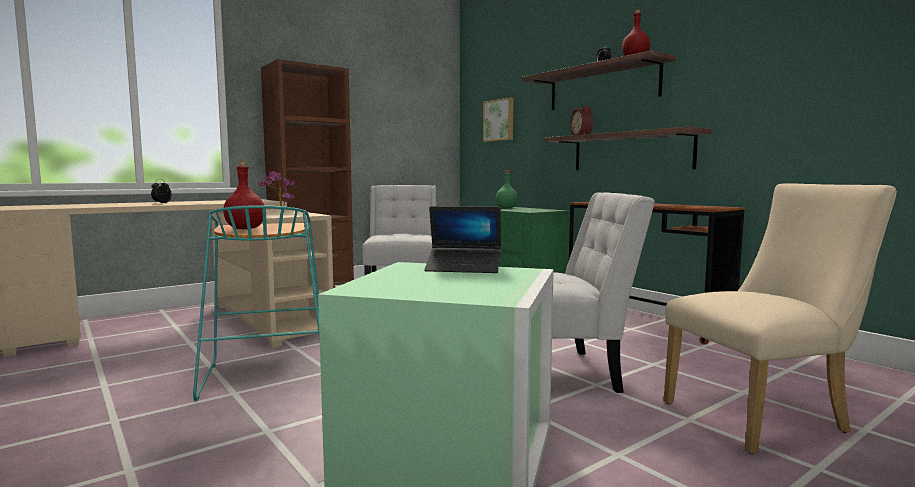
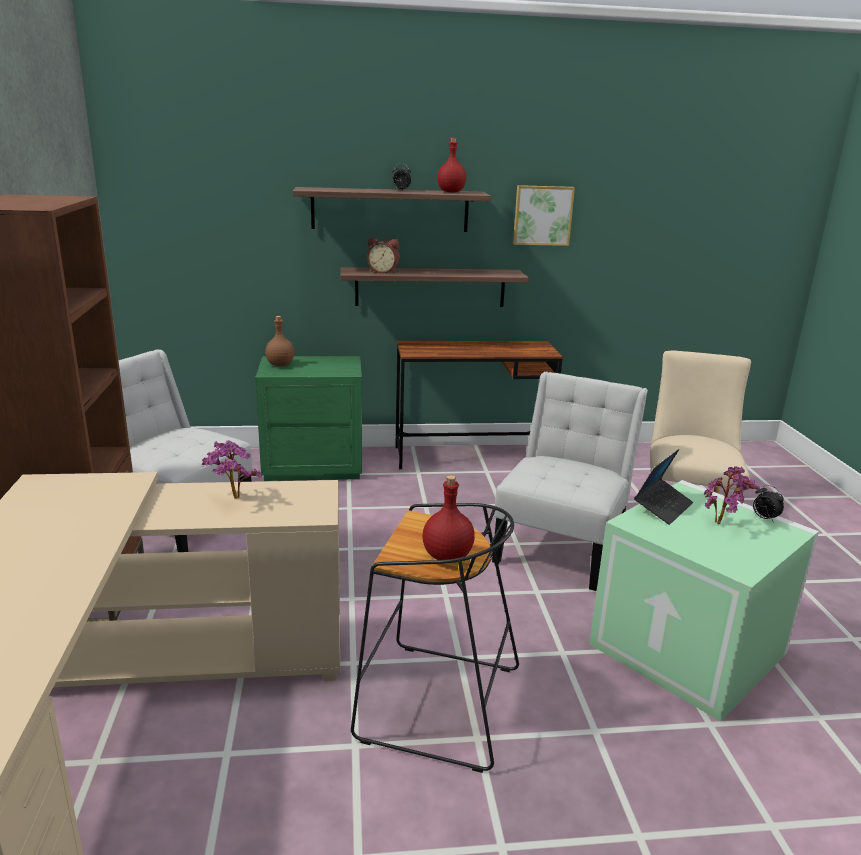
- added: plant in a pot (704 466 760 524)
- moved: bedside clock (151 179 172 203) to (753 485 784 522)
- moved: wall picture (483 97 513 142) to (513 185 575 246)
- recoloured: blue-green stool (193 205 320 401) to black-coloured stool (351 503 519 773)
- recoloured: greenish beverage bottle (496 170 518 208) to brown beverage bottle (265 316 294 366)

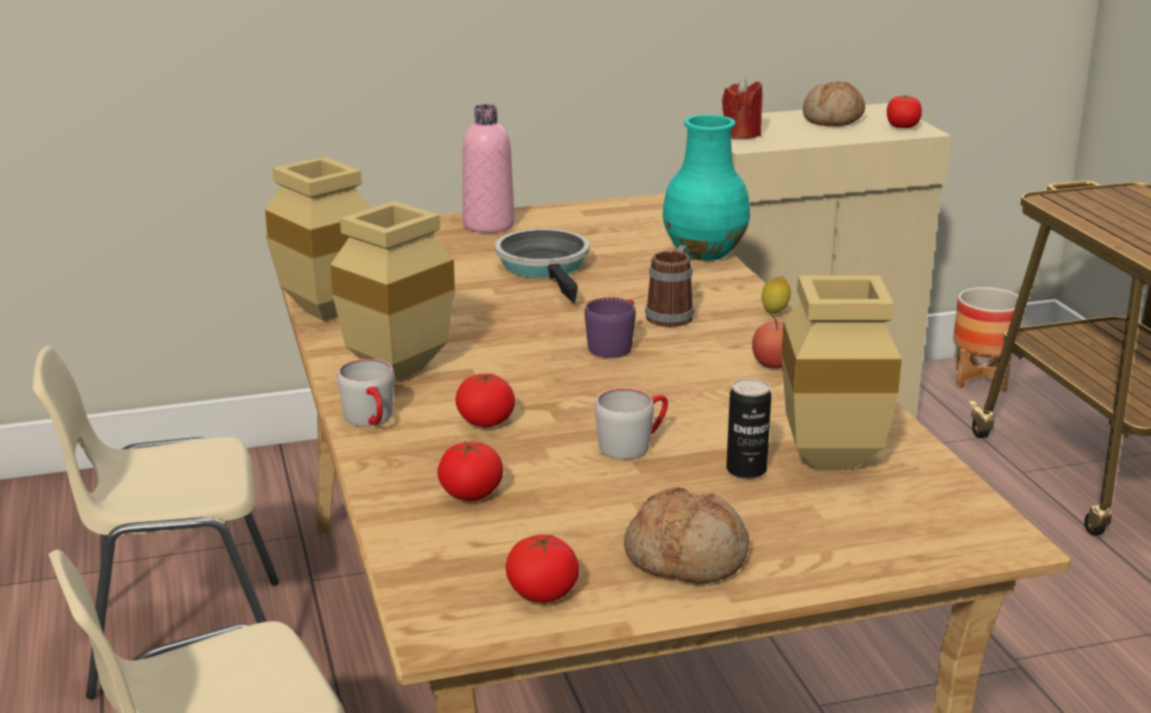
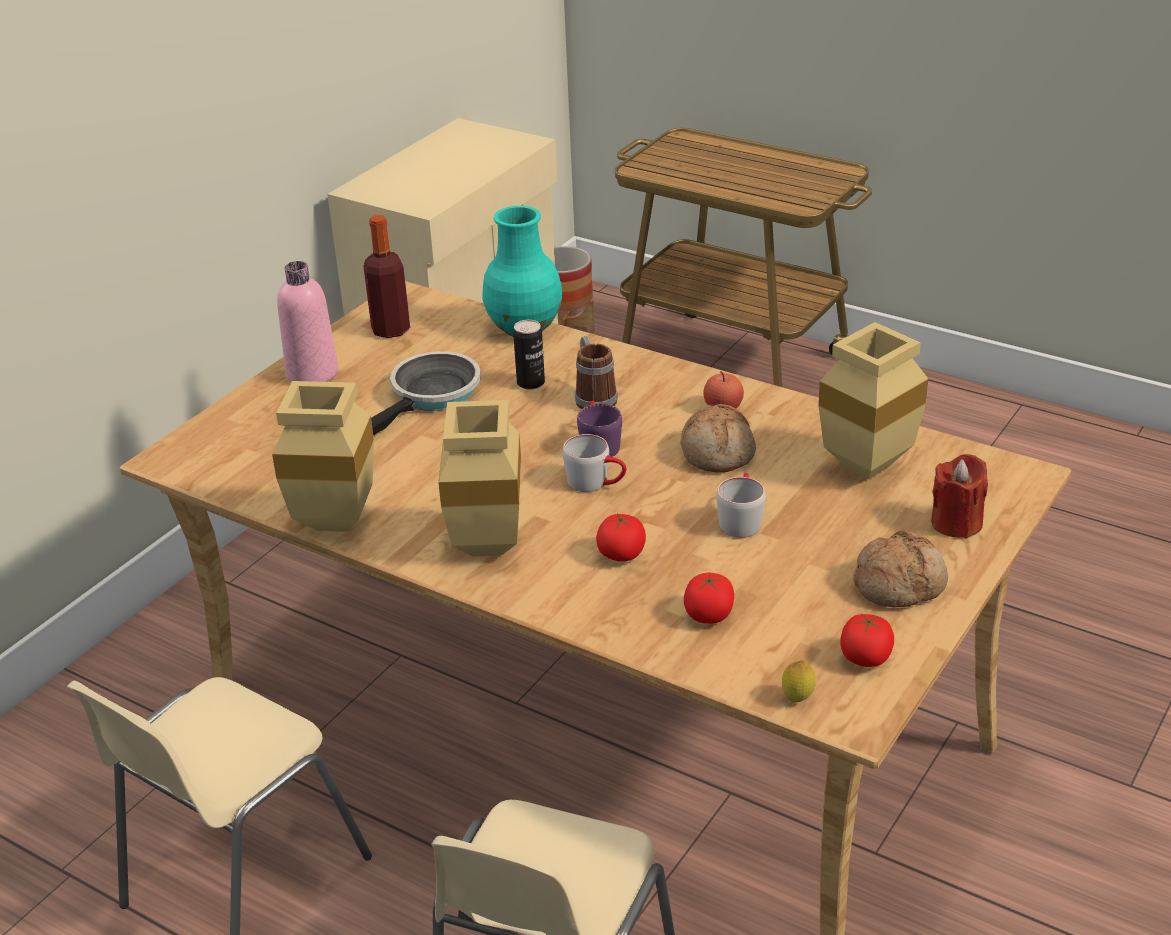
- removed: tomato (887 95 922 128)
- added: beverage bottle (363 215 410 338)
- moved: greyish tea mug (337 359 394 426) to (563 434 627 492)
- moved: red candle (722 78 763 139) to (931 454 988 539)
- moved: can (726 378 771 479) to (513 320 545 389)
- moved: citrus fruit (762 276 791 314) to (782 660 816 703)
- moved: bread (803 82 865 126) to (681 404 756 472)
- turned: pan (495 229 590 303) = (371 351 481 435) 90 degrees clockwise

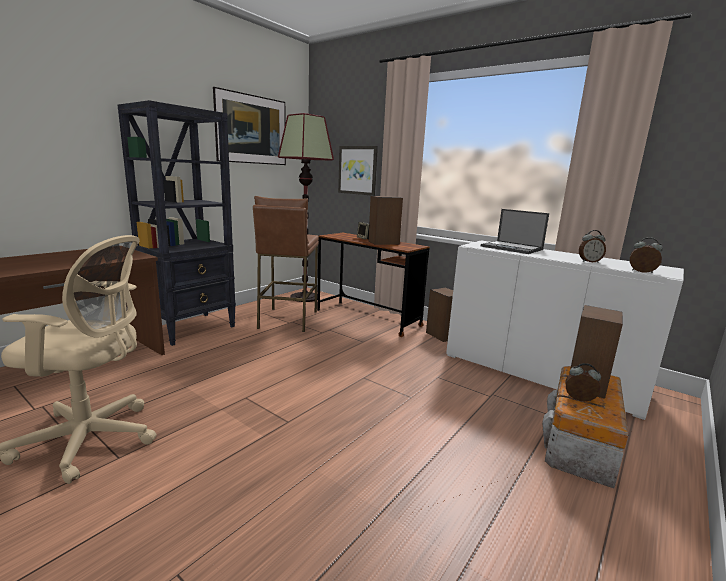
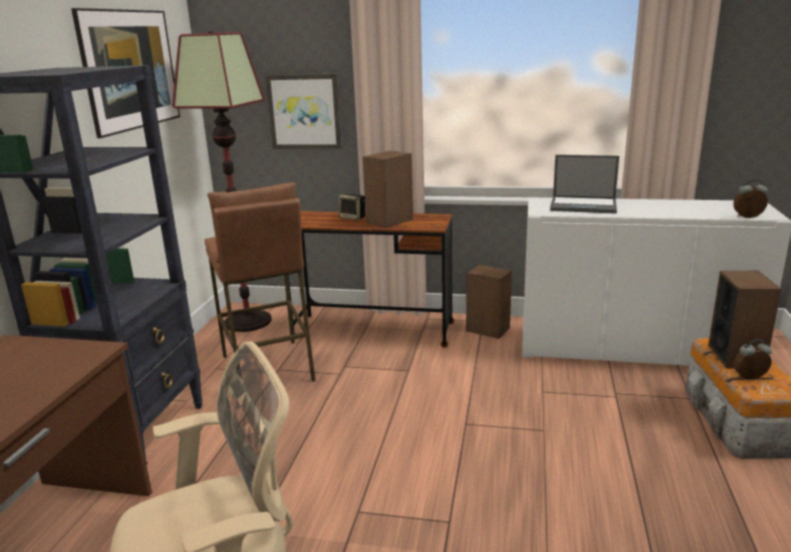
- removed: bedside clock (579 230 606 262)

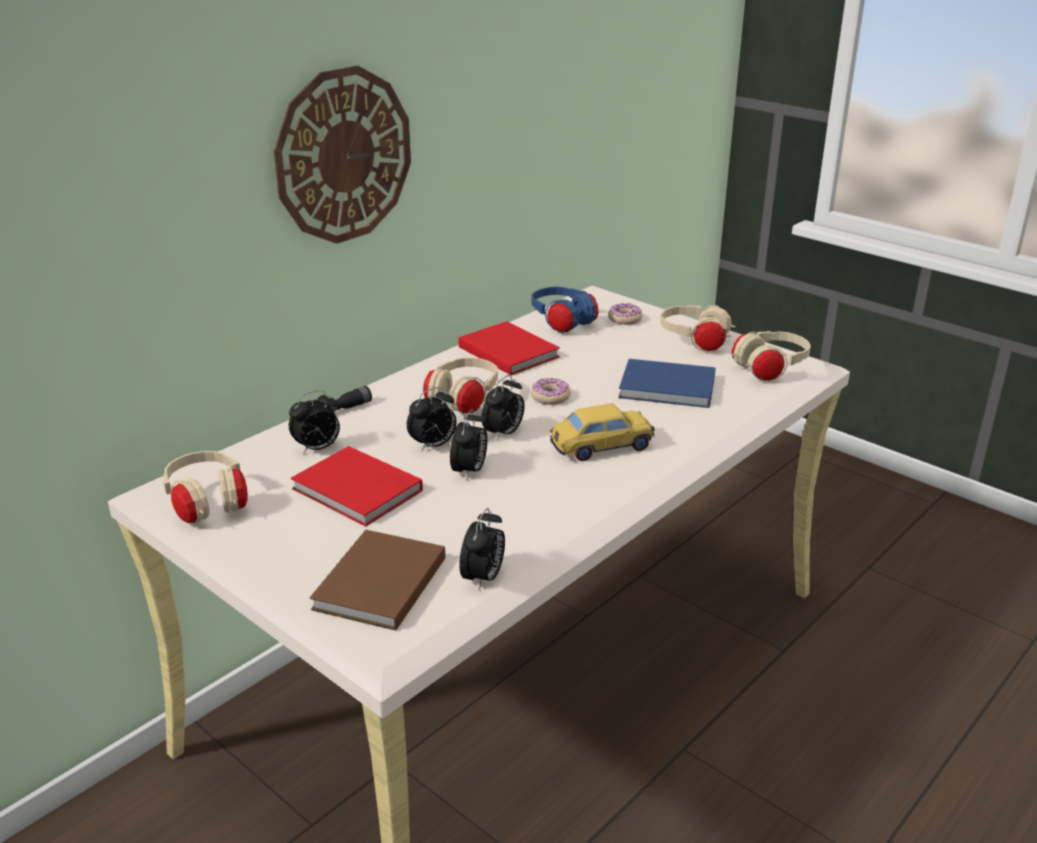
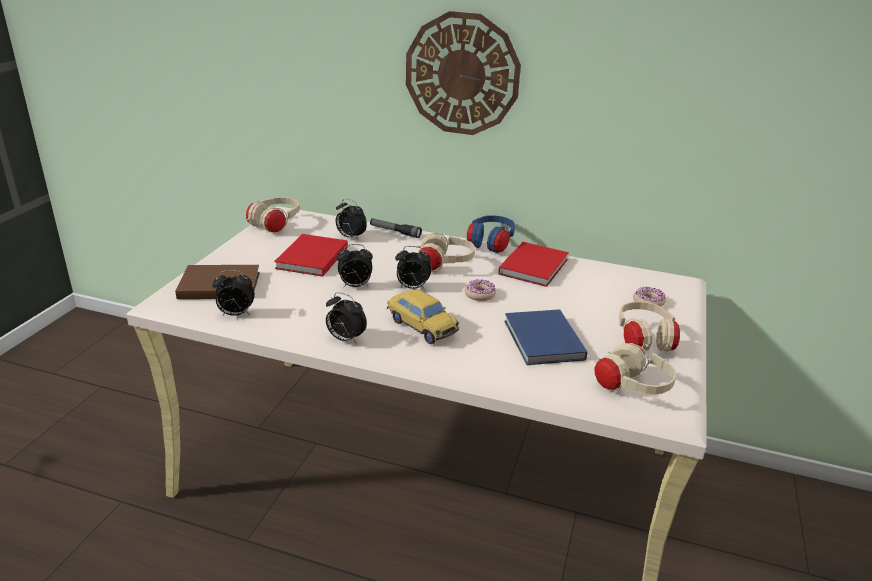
- moved: bedside clock (407 387 457 452) to (326 292 367 344)
- moved: blue headphones (531 287 598 333) to (467 215 515 253)

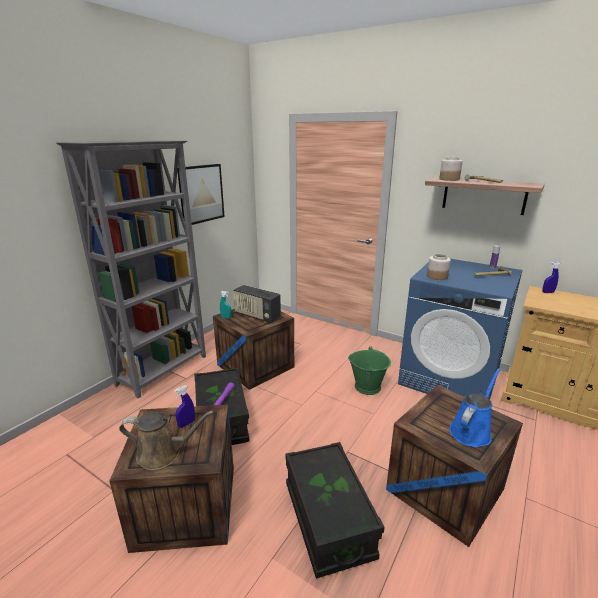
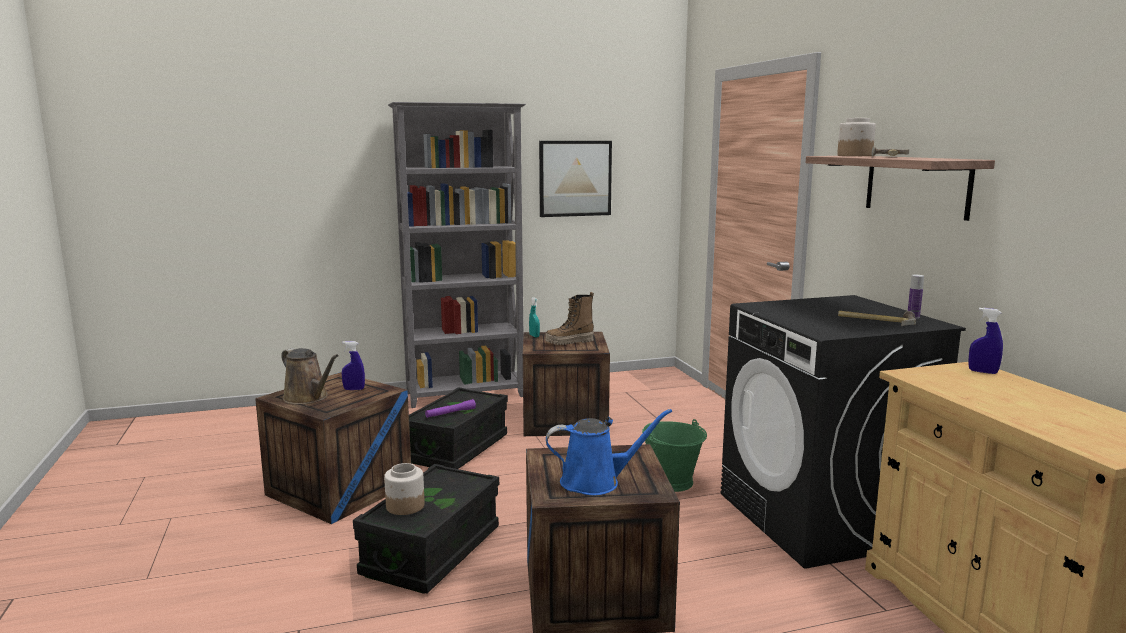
- moved: storage jar (427 254 451 280) to (384 463 425 515)
- replaced: radio (234 285 281 323) to high-top boot (545 292 594 345)
- recoloured: blue laundry machine (398 259 522 399) to black-coloured laundry machine (721 295 966 569)

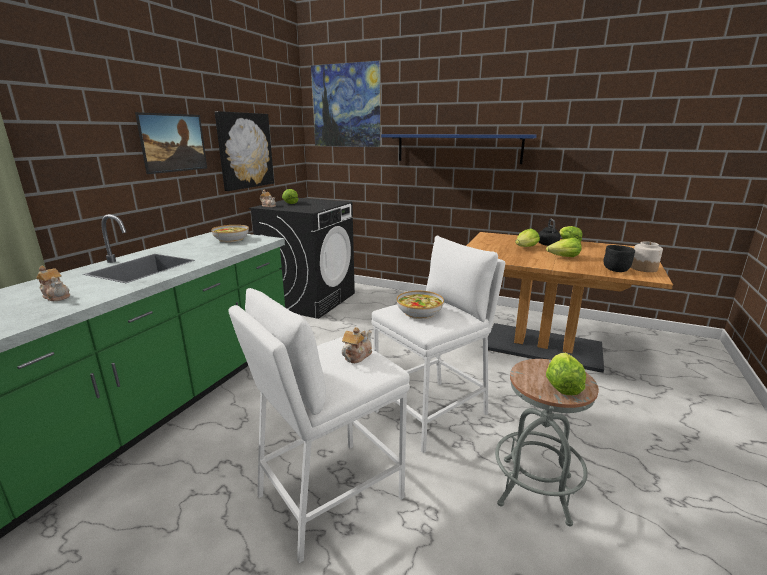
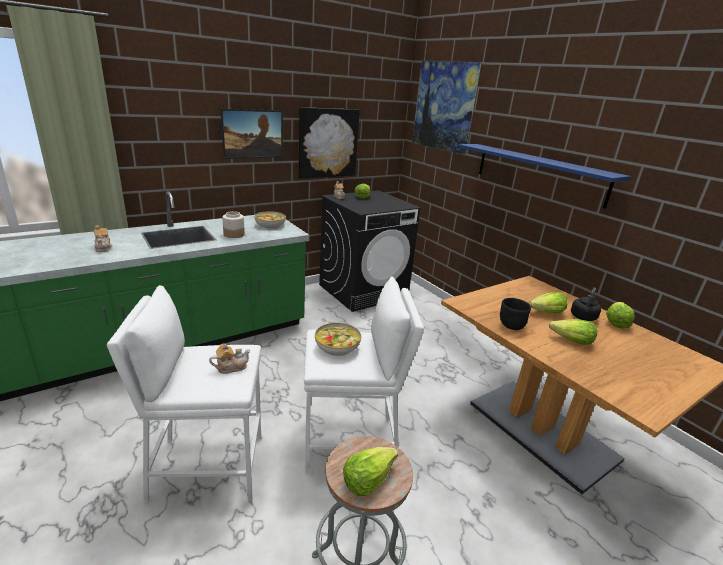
- moved: black-coloured serving bowl (603 245 635 272) to (500 298 531 330)
- moved: storage jar (631 242 663 272) to (222 211 245 238)

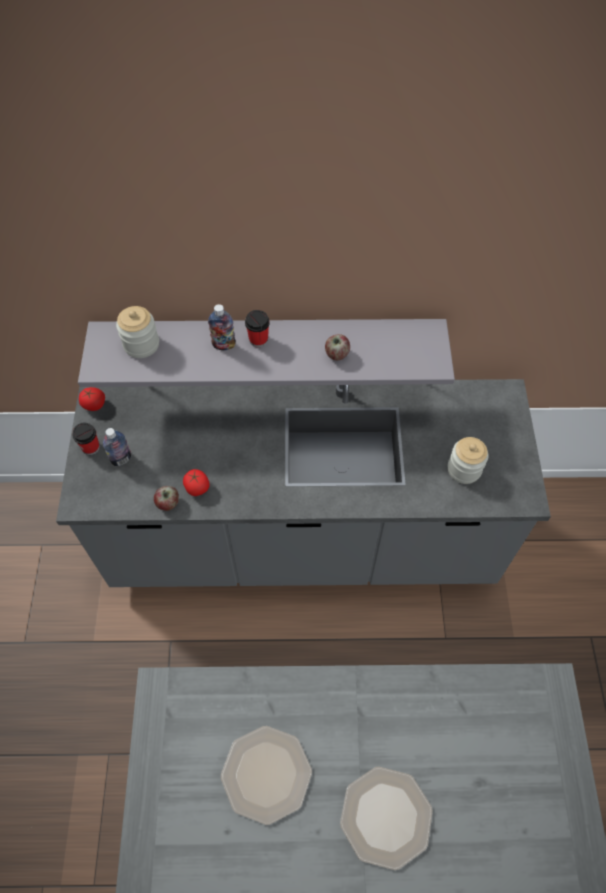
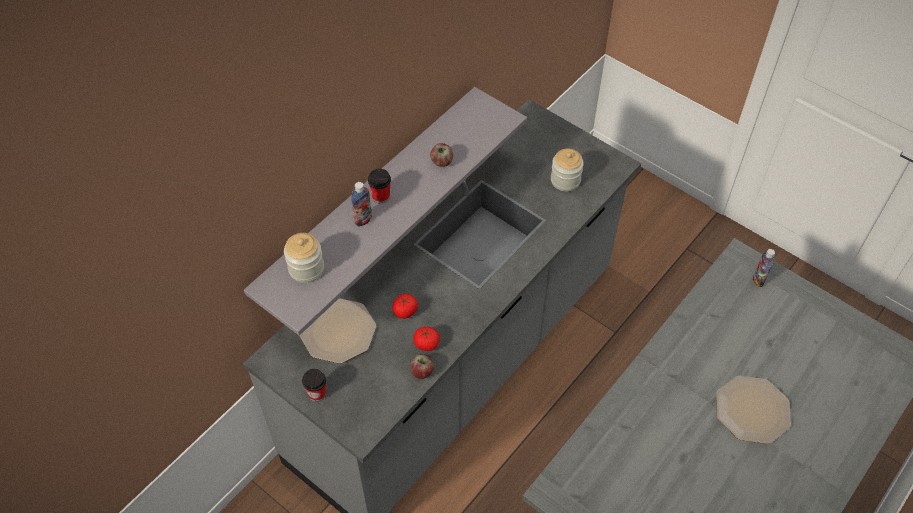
- moved: tomato (79 387 105 411) to (392 294 418 319)
- moved: beverage bottle (103 428 131 466) to (753 249 775 287)
- moved: plate (221 726 312 825) to (299 298 376 363)

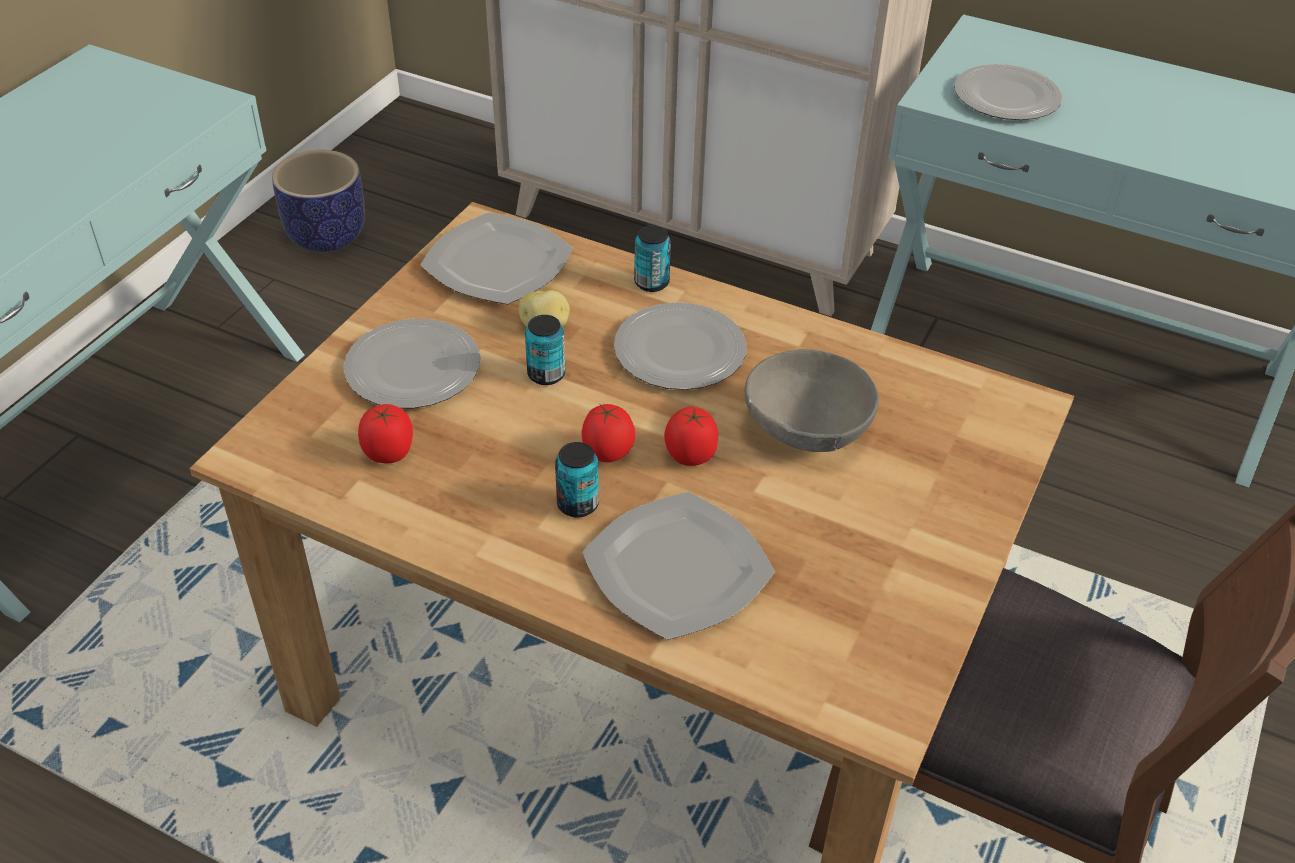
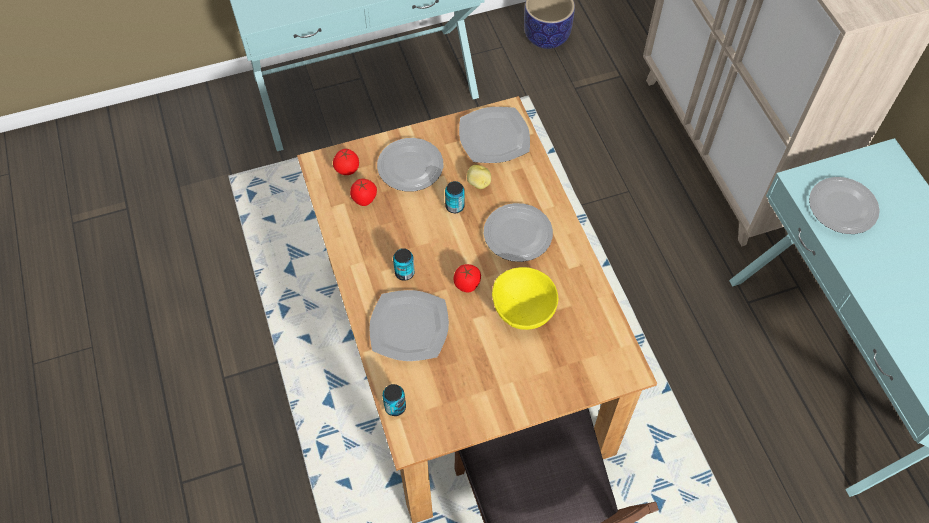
- moved: tomato (582 404 635 462) to (333 149 359 175)
- moved: can (634 225 671 292) to (382 384 406 416)
- recoloured: greyish serving bowl (745 349 879 452) to yellow-coloured serving bowl (492 267 558 330)

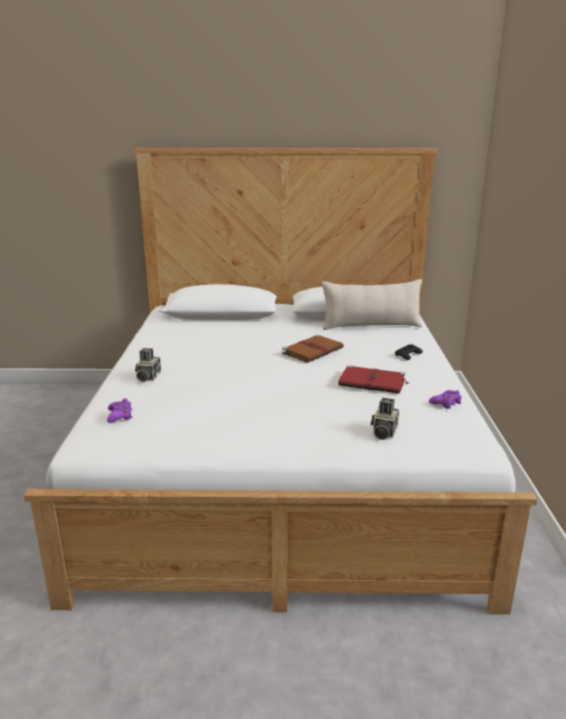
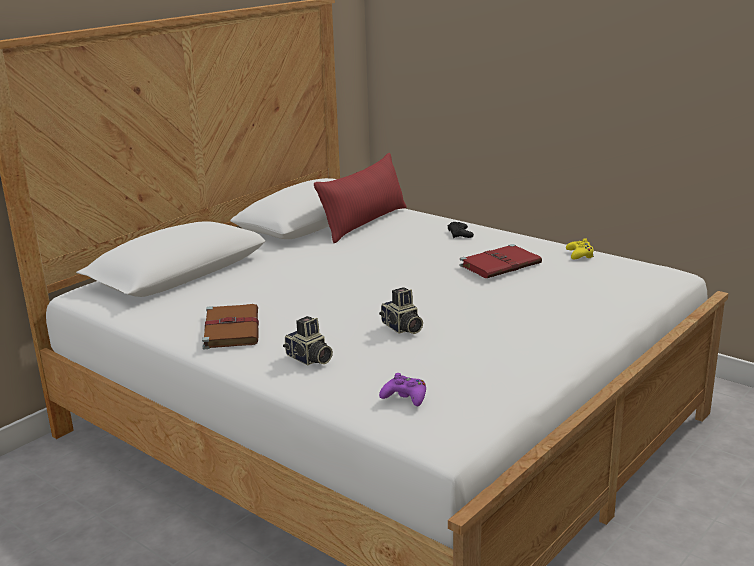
- moved: brown volume (282 335 344 362) to (202 304 259 349)
- moved: still camera (371 398 399 440) to (379 287 423 334)
- recoloured: beige-coloured pillow (322 279 422 330) to red pillow (314 153 407 243)
- recoloured: purple-coloured gamepad (429 390 462 409) to yellow-coloured gamepad (566 238 594 259)

